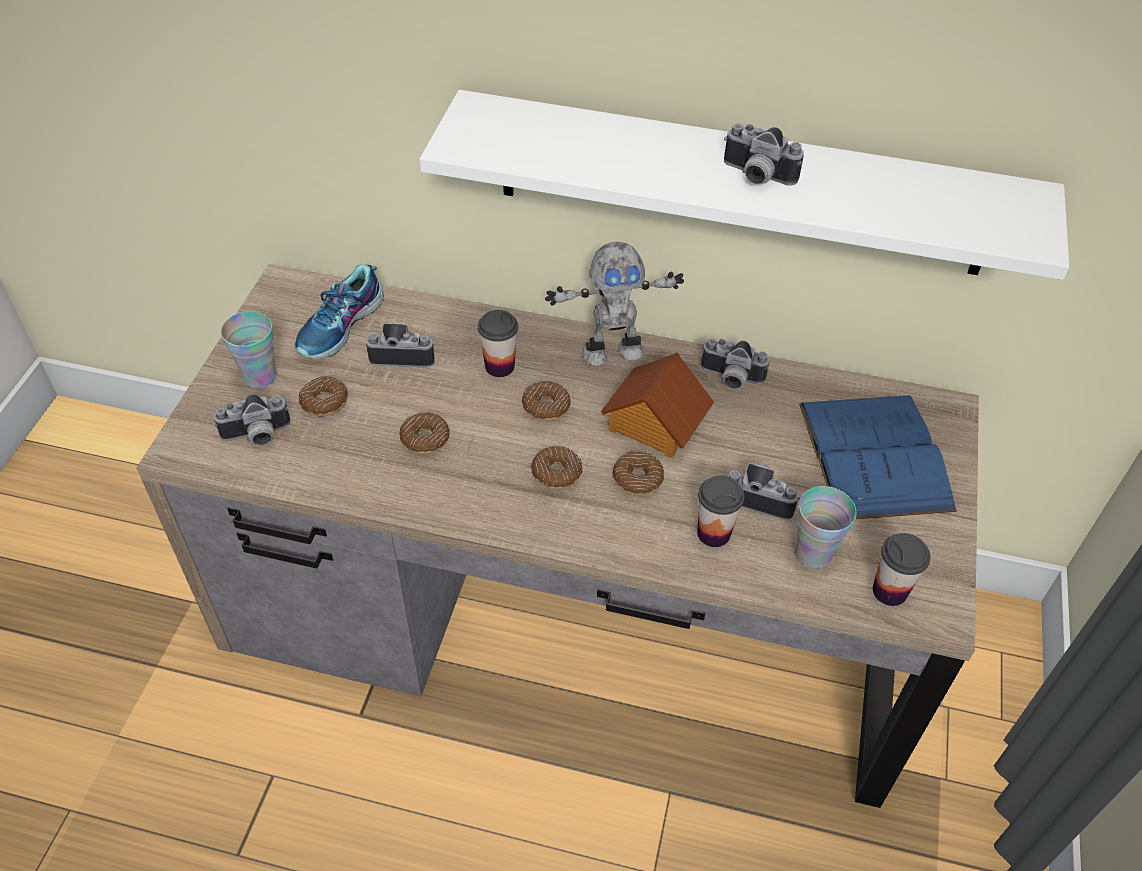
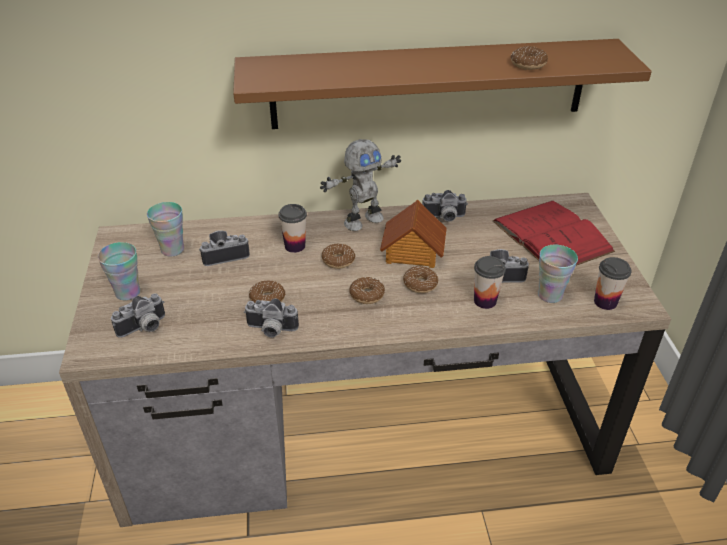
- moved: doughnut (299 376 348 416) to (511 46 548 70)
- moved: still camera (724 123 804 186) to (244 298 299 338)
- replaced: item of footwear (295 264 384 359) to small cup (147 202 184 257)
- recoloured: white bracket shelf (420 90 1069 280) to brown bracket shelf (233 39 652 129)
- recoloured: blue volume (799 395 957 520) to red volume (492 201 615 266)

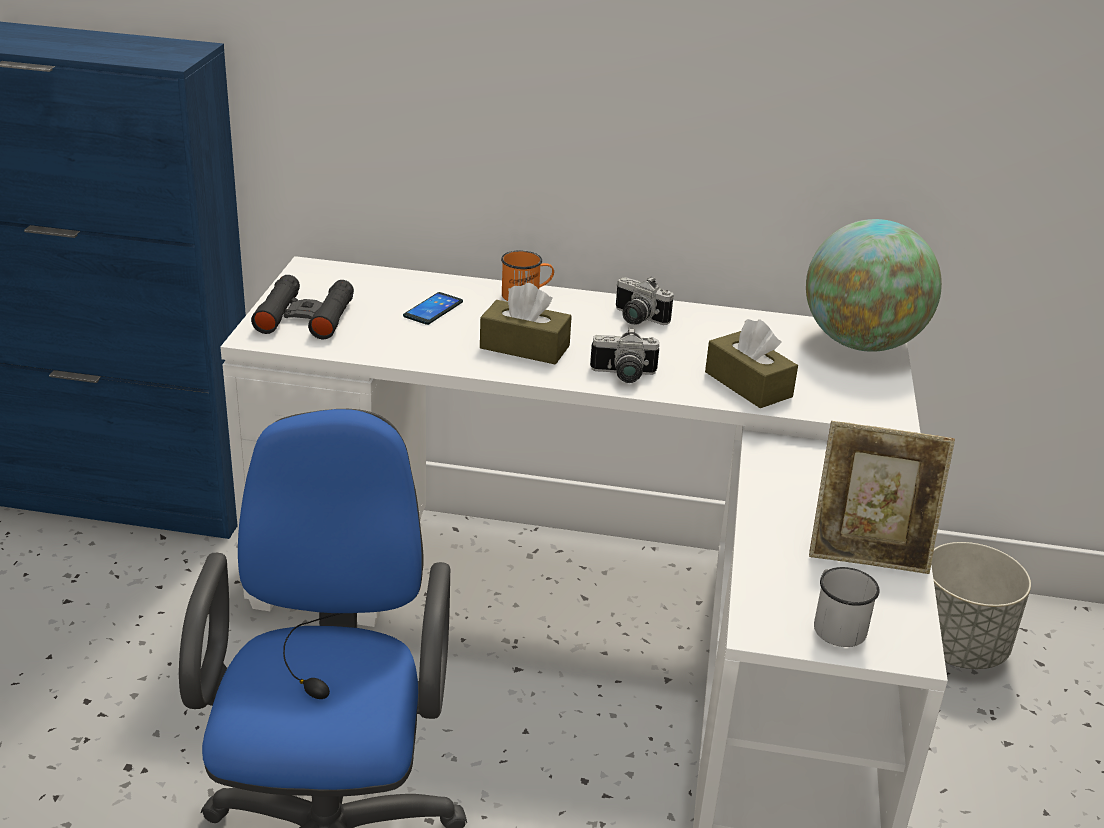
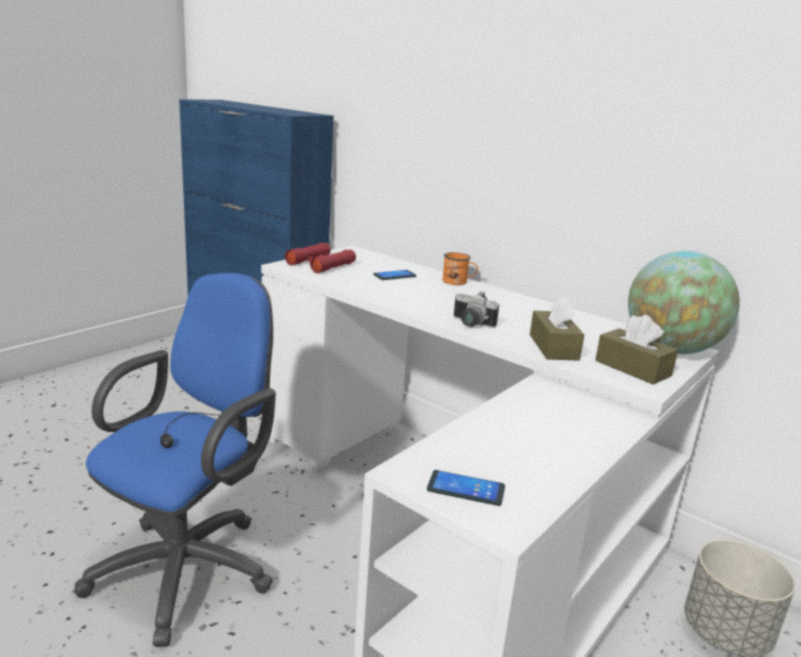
- removed: still camera (616 276 674 325)
- removed: photo frame (809 421 955 574)
- moved: brown box of tissues (480 283 572 364) to (595 315 678 385)
- replaced: white tea mug (814 567 880 647) to telephone (427 470 505 506)
- recoloured: black-coloured pair of binoculars (251 275 354 339) to red pair of binoculars (285 243 356 273)

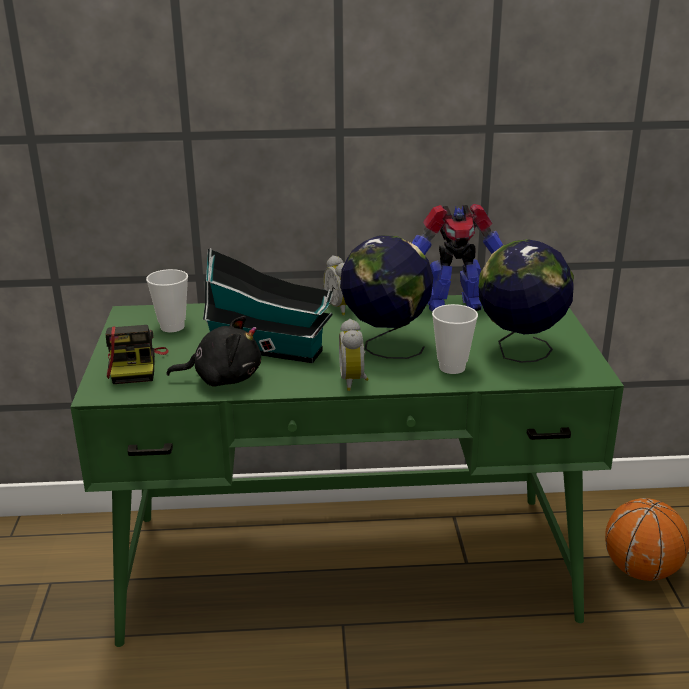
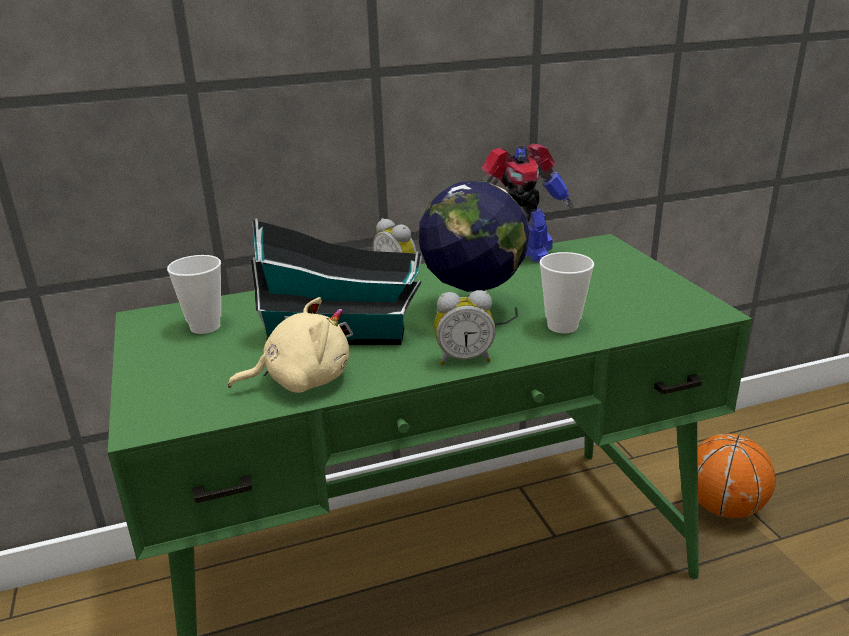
- removed: still camera (105 325 169 384)
- removed: desk globe (478 239 574 363)
- recoloured: black-coloured cuddly toy (166 316 261 387) to beige-coloured cuddly toy (228 297 349 393)
- turned: bedside clock (339 319 369 391) = (434 290 496 365) 75 degrees counterclockwise

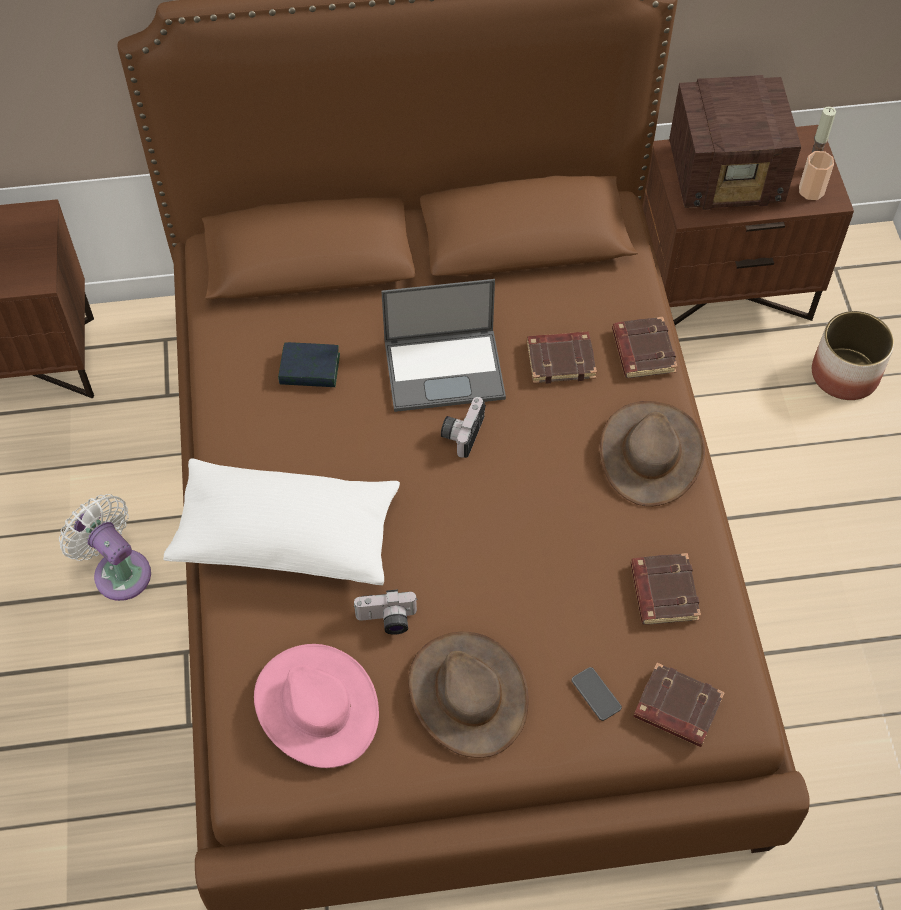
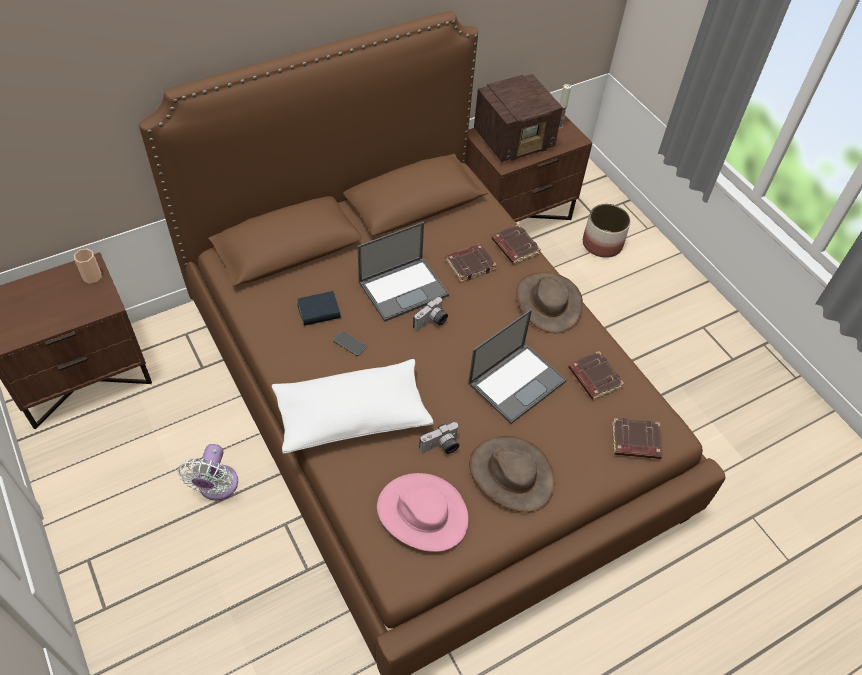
- added: laptop (468 309 566 424)
- moved: telephone (571 667 622 721) to (333 331 367 356)
- moved: small cup (799 151 834 200) to (74 248 102 284)
- turned: white fan (59 494 151 601) = (177 444 238 501) 105 degrees counterclockwise
- turned: still camera (441 397 486 458) = (413 297 448 330) 135 degrees counterclockwise

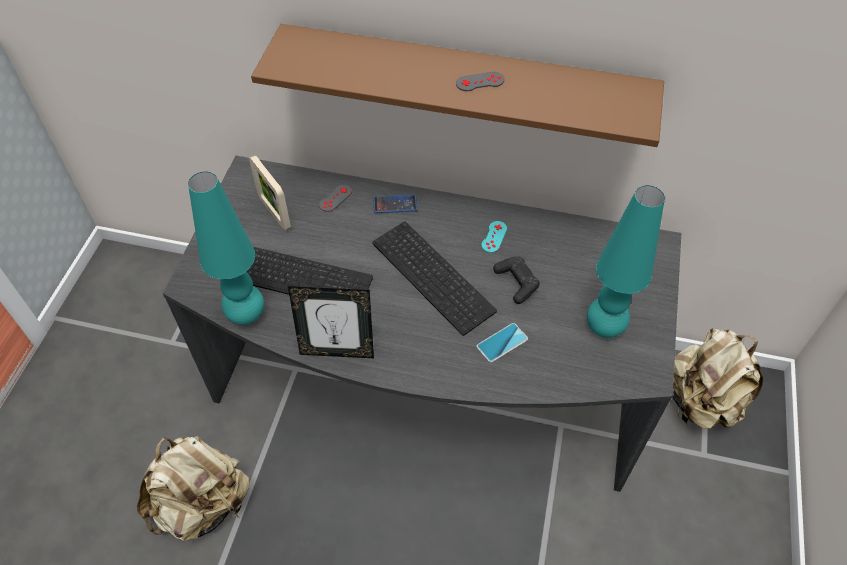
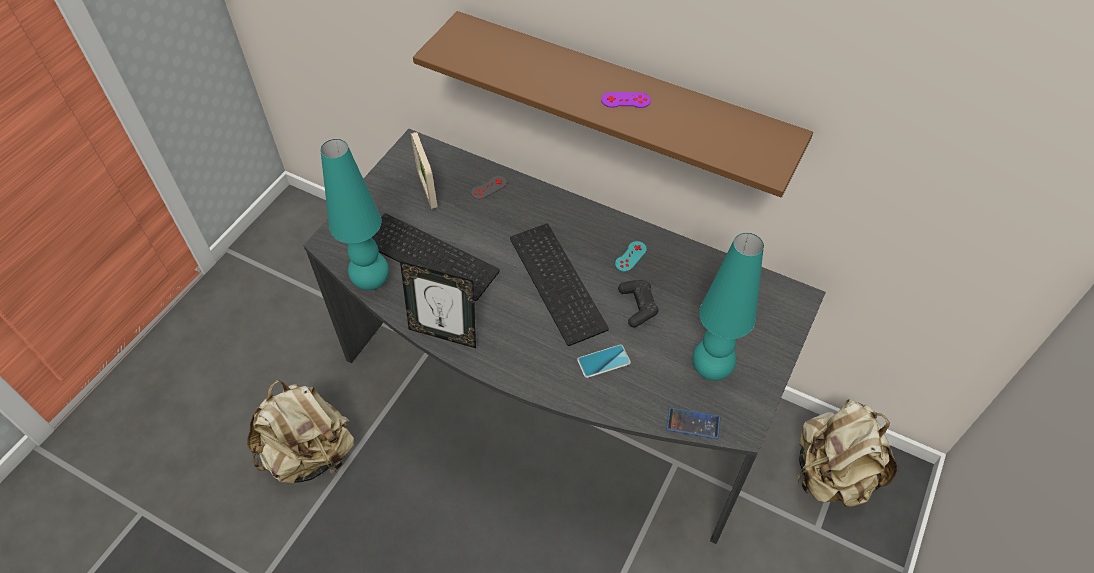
- moved: telephone (373 195 417 213) to (666 407 721 439)
- recoloured: greyish gamepad (456 72 504 91) to purple-coloured gamepad (601 92 651 108)

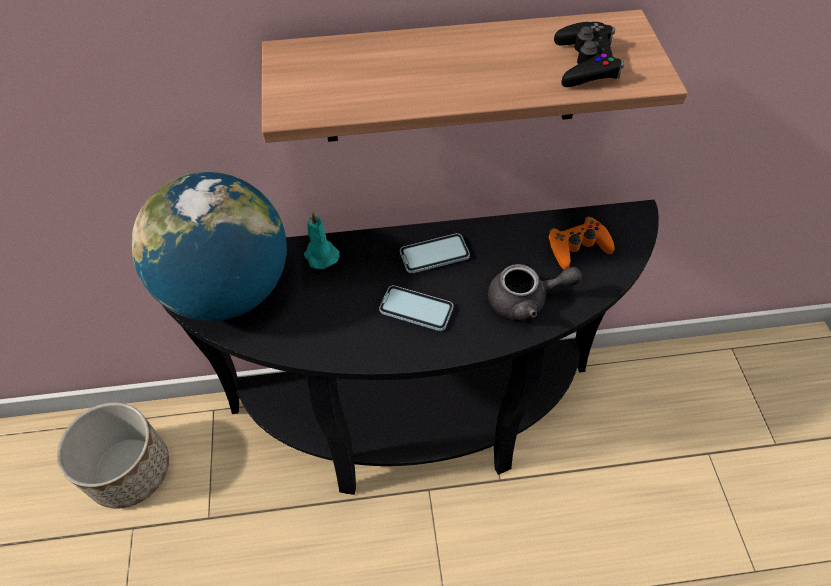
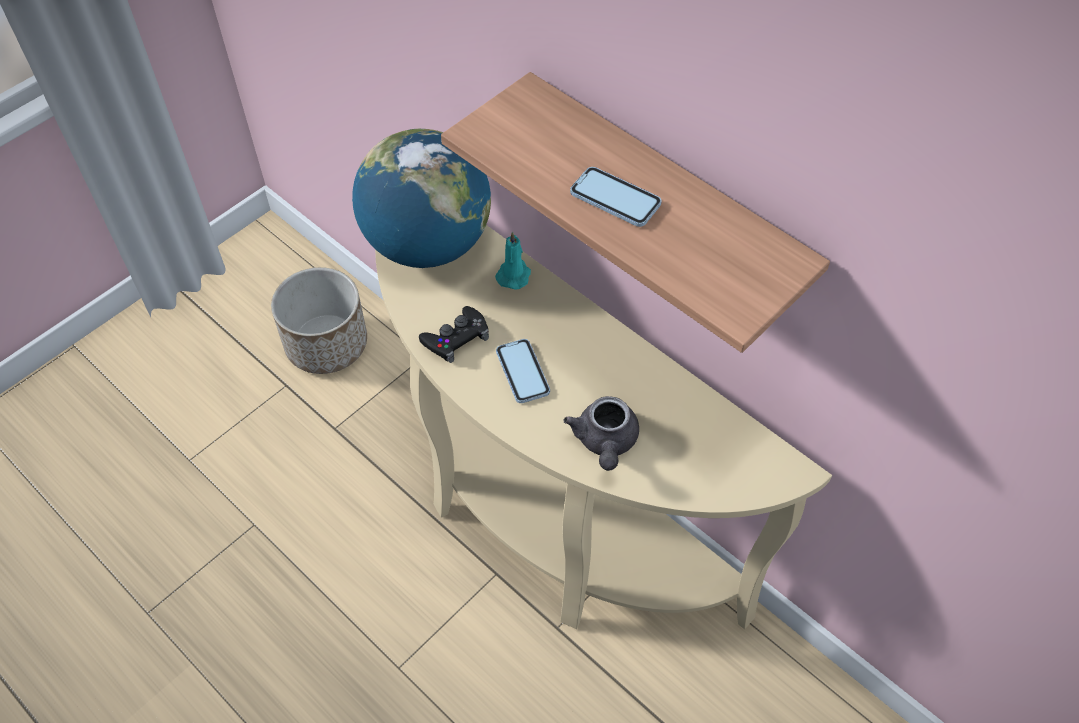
- removed: orange-coloured gamepad (549 216 615 270)
- moved: telephone (400 233 470 273) to (570 167 662 227)
- moved: black-coloured gamepad (554 22 624 87) to (419 306 489 363)
- recoloured: black-coloured console table (161 200 659 495) to beige-coloured console table (375 225 832 629)
- turned: greyish tea pot (488 264 582 322) = (563 396 639 471) 45 degrees clockwise

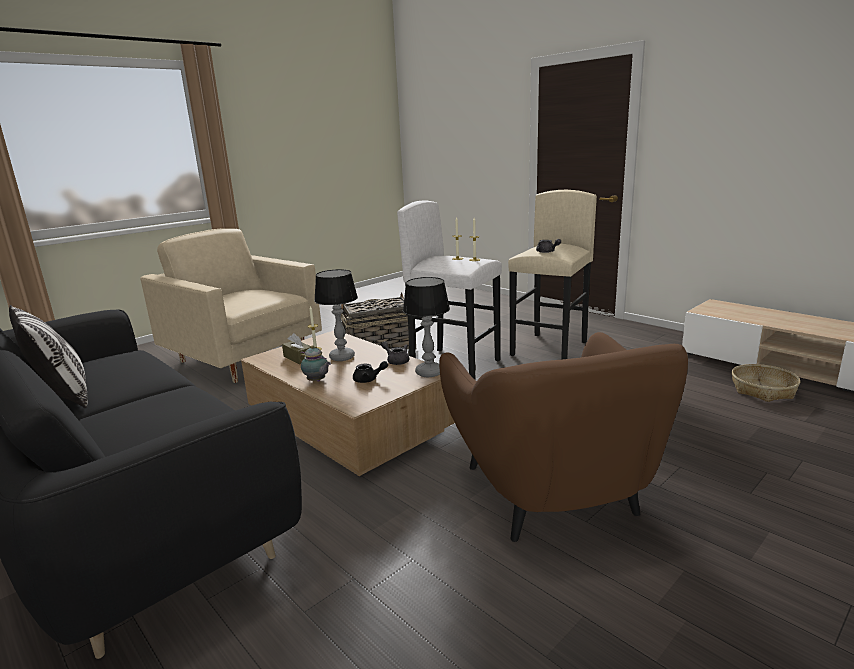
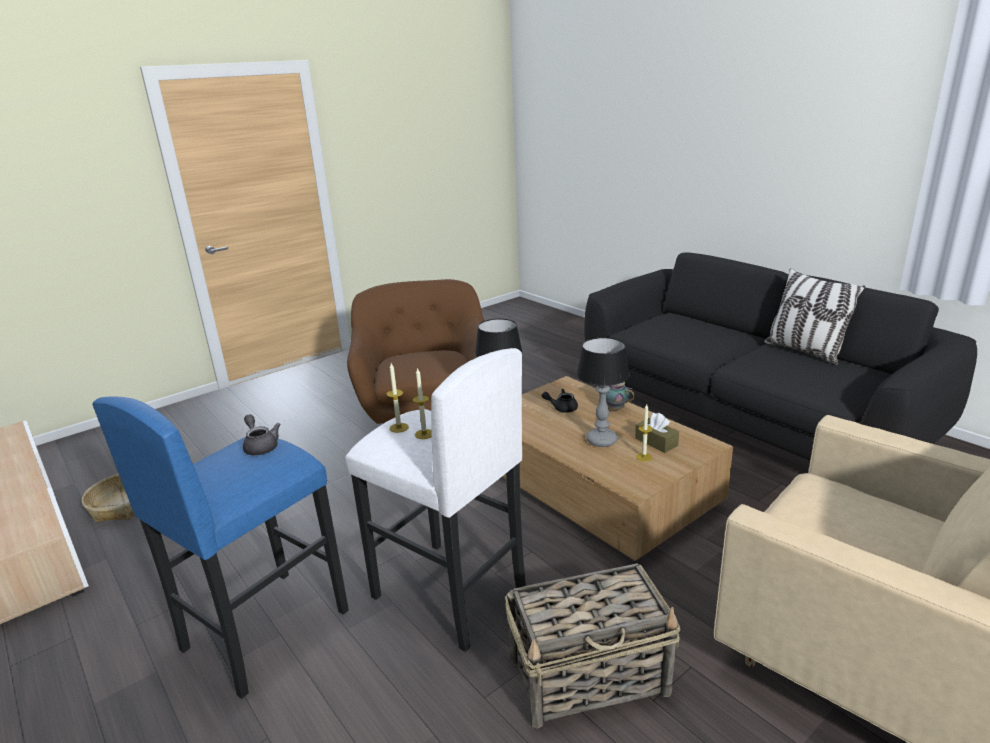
- removed: greyish tea pot (381 341 409 365)
- recoloured: beige-coloured stool (508 190 597 359) to blue stool (92 396 349 699)

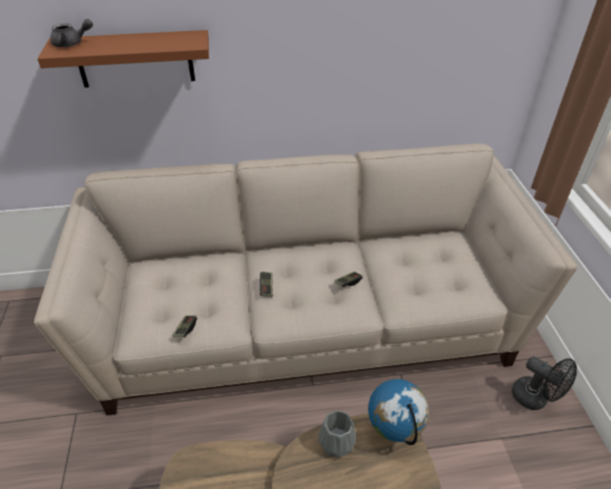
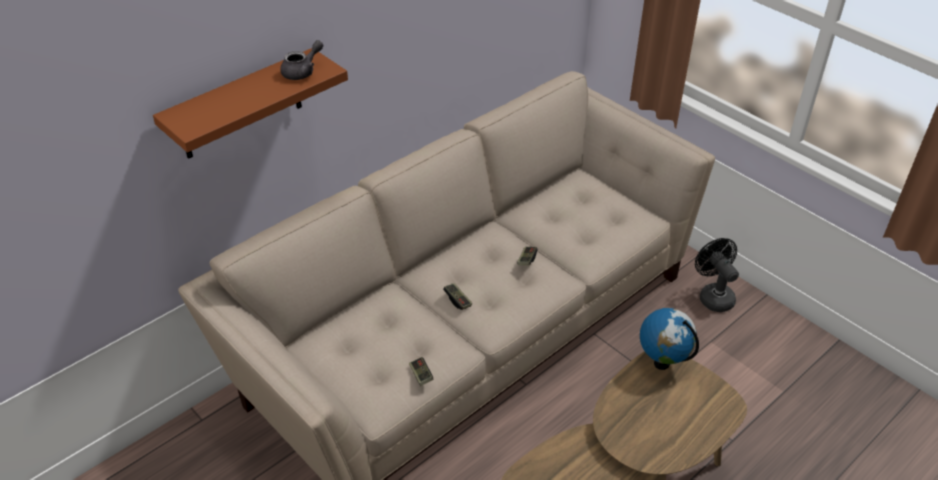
- removed: greyish decorative vase (318 410 356 458)
- moved: greyish tea pot (50 19 93 47) to (281 40 323 80)
- turned: black-coloured fan (512 356 577 410) = (695 238 739 312) 120 degrees counterclockwise

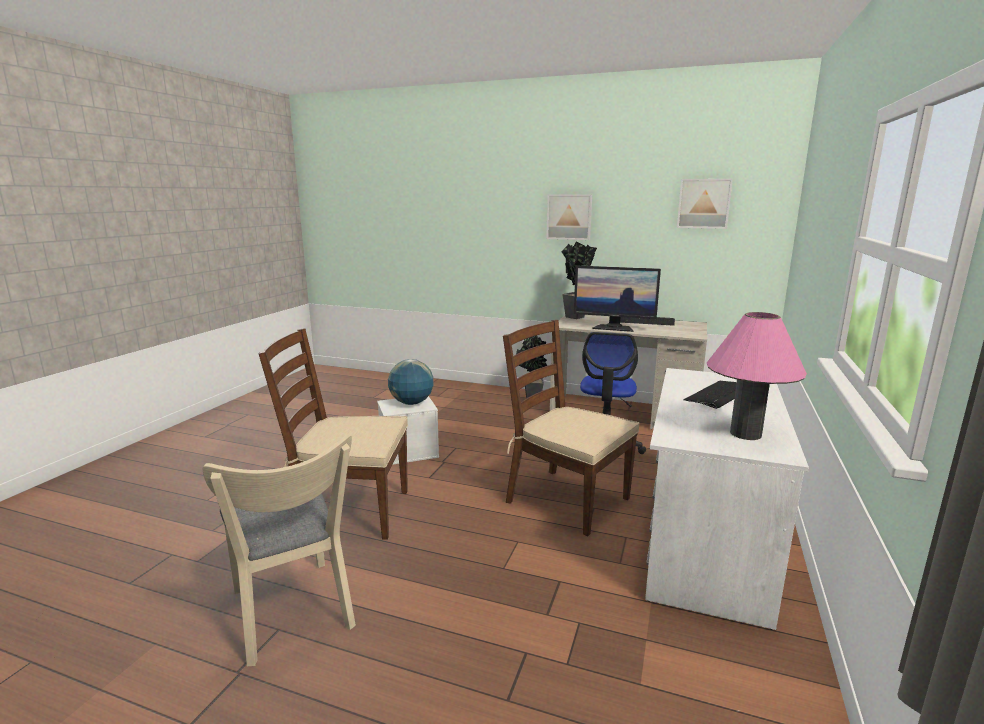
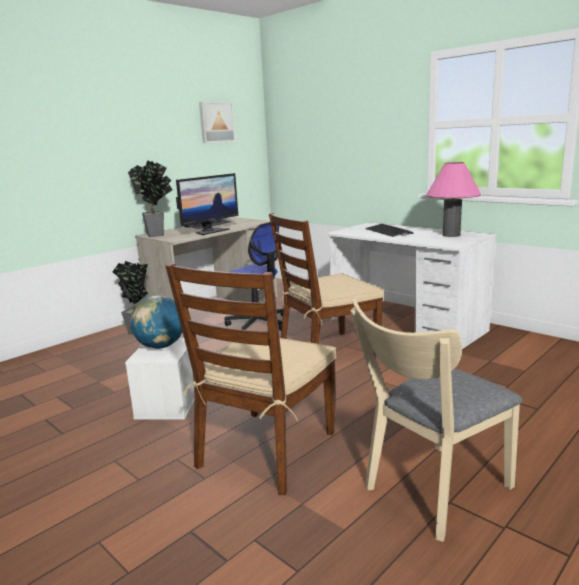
- removed: wall picture (546 194 592 240)
- turned: beige-coloured plain chair (203 434 356 667) = (350 298 523 542) 150 degrees clockwise

